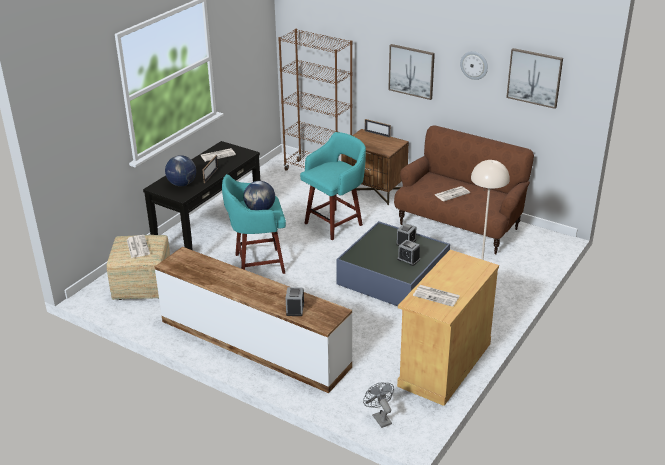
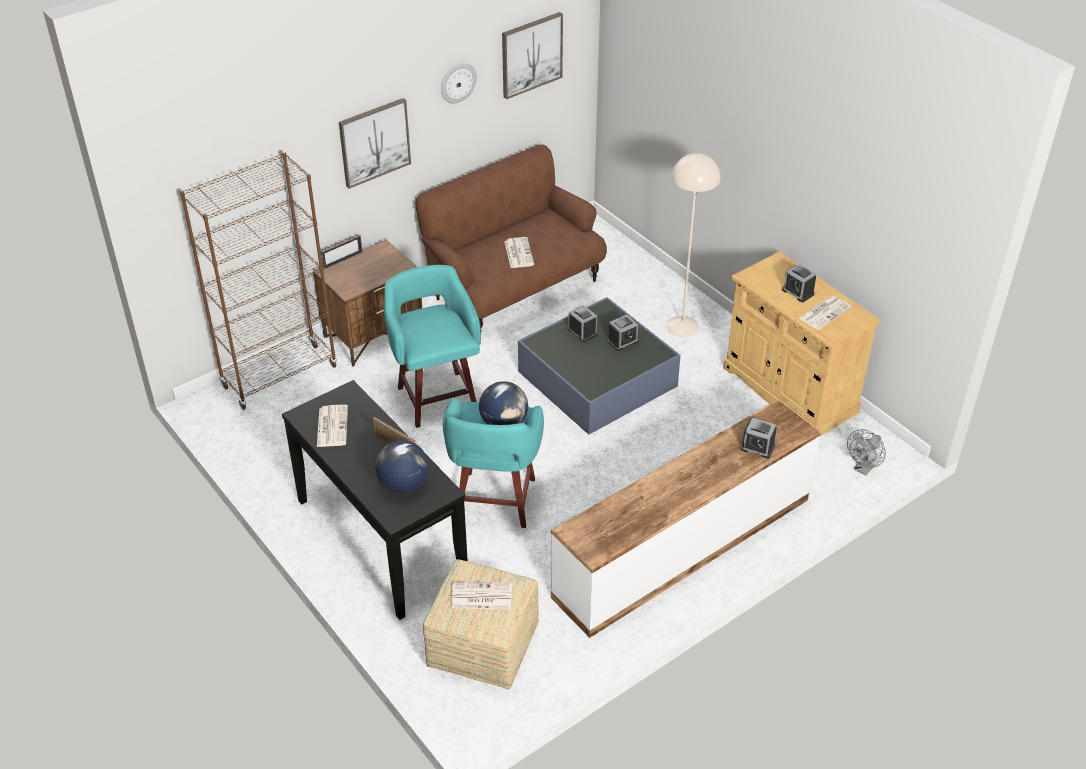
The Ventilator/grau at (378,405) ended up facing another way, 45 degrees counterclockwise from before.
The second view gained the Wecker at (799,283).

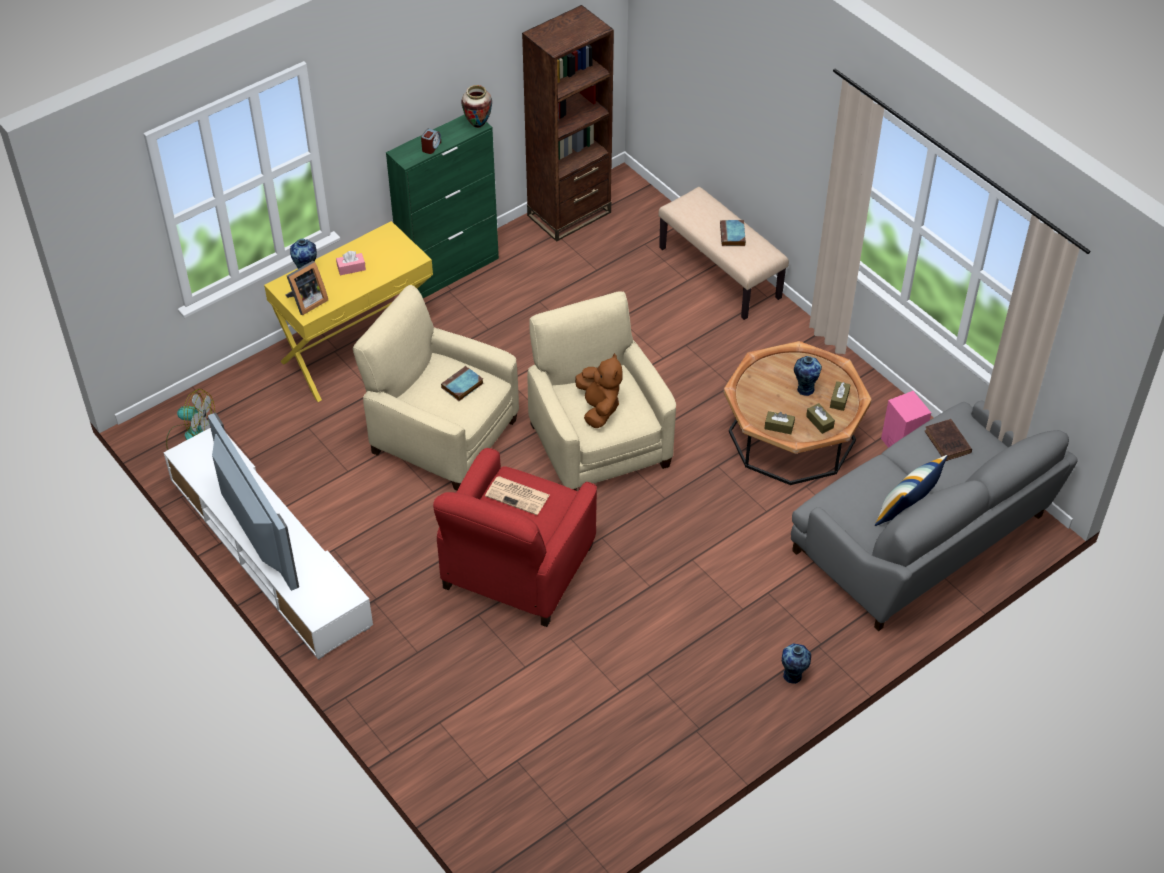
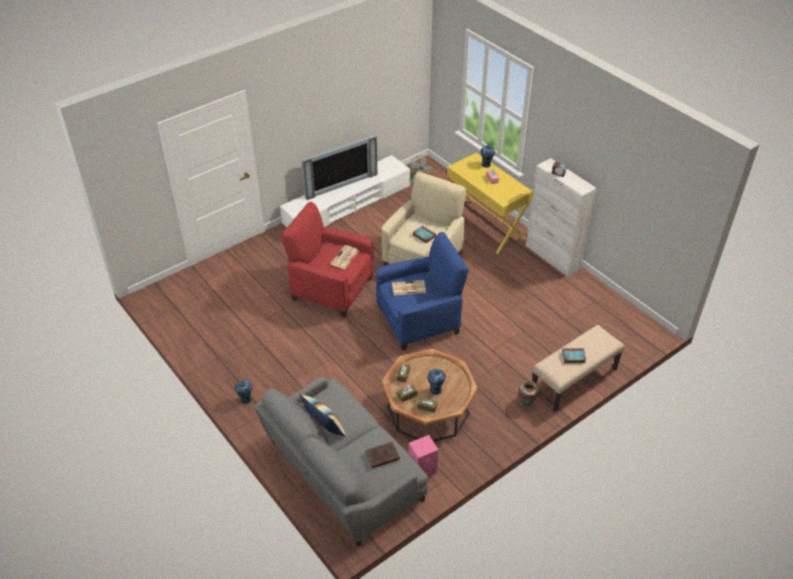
The second view lost the Bücherregal/braun at (568,123).
The Vase ended up elsewhere, having gone from (476,106) to (529,393).
What was the Schrank/grün at (442,206) turned into the Schrank/weiß at (561,217).
The second view lost the Bilderrahmen at (307,288).
What was the Sessel/beige at (601,391) turned into the Sessel/blau at (422,291).
Where the Plüschtier/braun stood at (599,390), the Zeitung came to stand at (409,287).

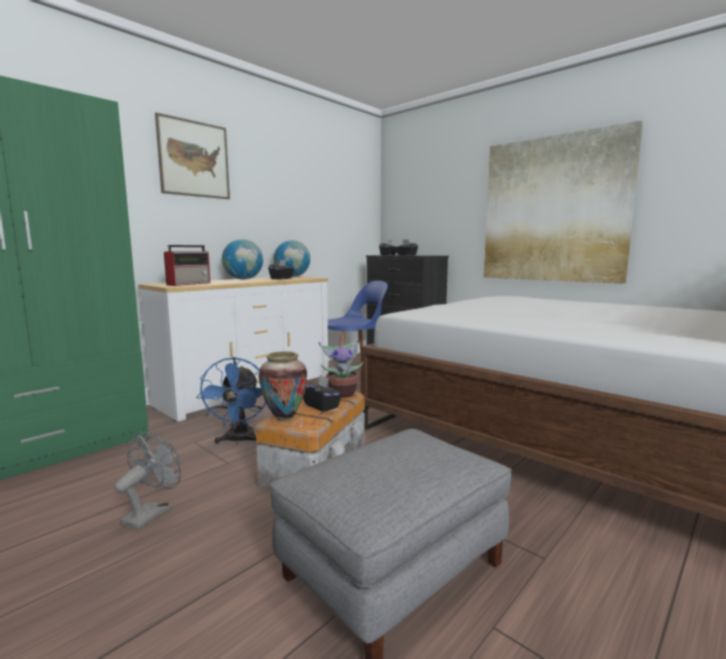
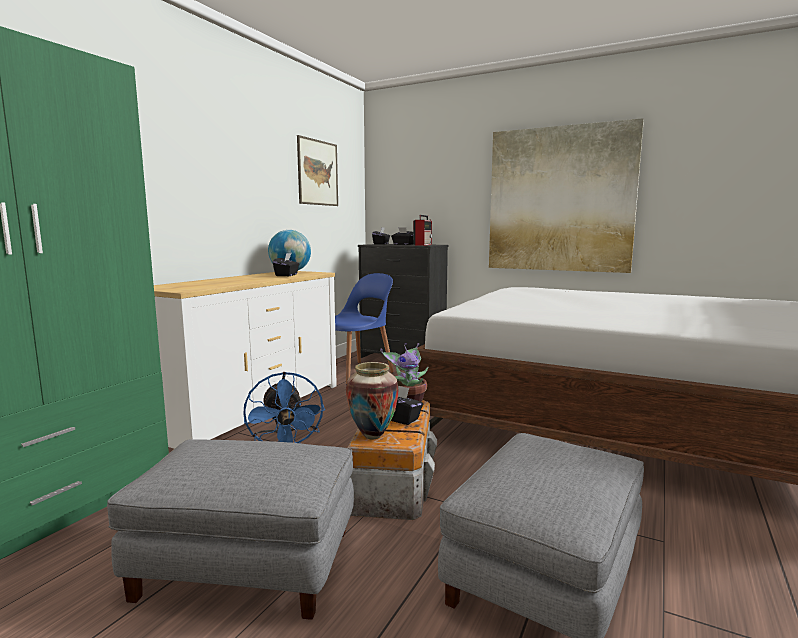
The Bild ended up elsewhere, having gone from (192,156) to (317,170).
The second view lost the Globus at (242,259).
The Radio ended up elsewhere, having gone from (187,265) to (422,230).
Where the Ventilator/grau stood at (147,481), the Polsterhocker/grau came to stand at (230,529).

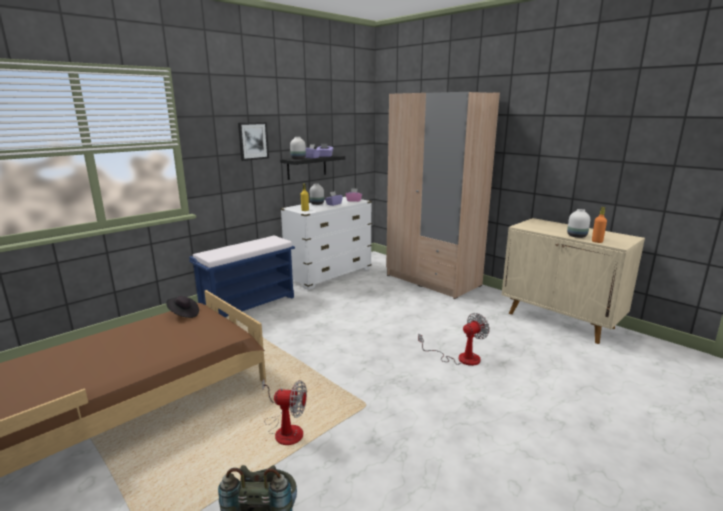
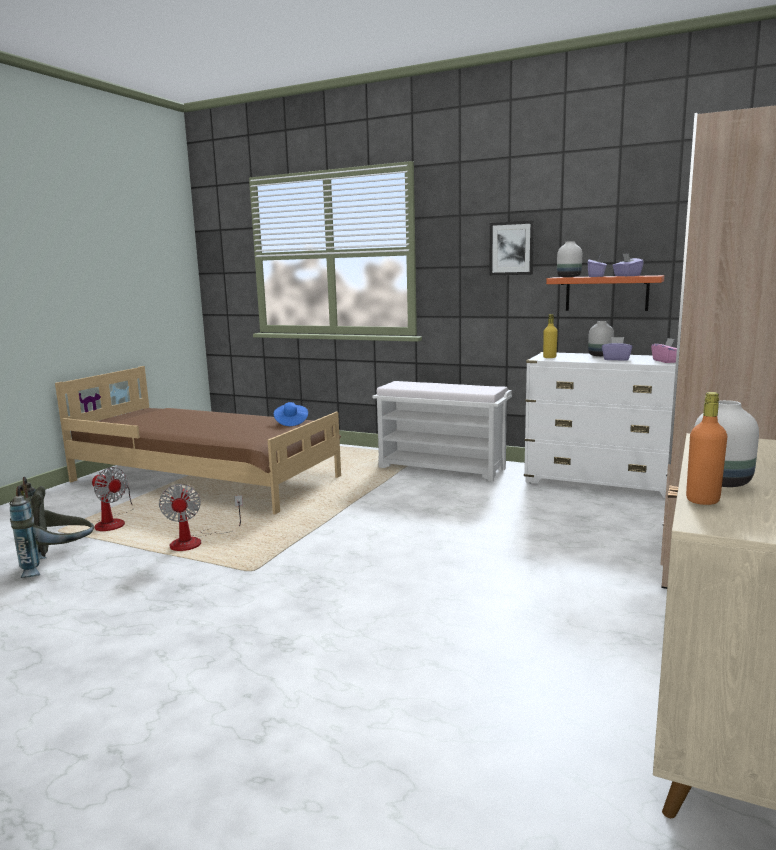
What was the Wandregal/schwarz at (312,167) turned into the Wandregal/orange at (605,293).
What was the Bank/blau at (242,276) turned into the Bank/weiß at (442,431).
What was the Hut/schwarz at (182,307) turned into the Hut/blau at (291,414).
The Ventilator ended up elsewhere, having gone from (454,339) to (112,499).

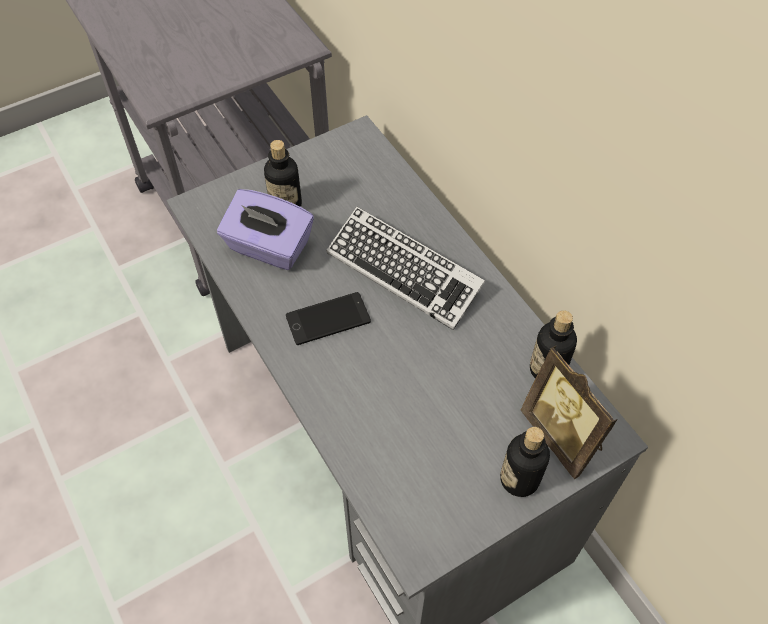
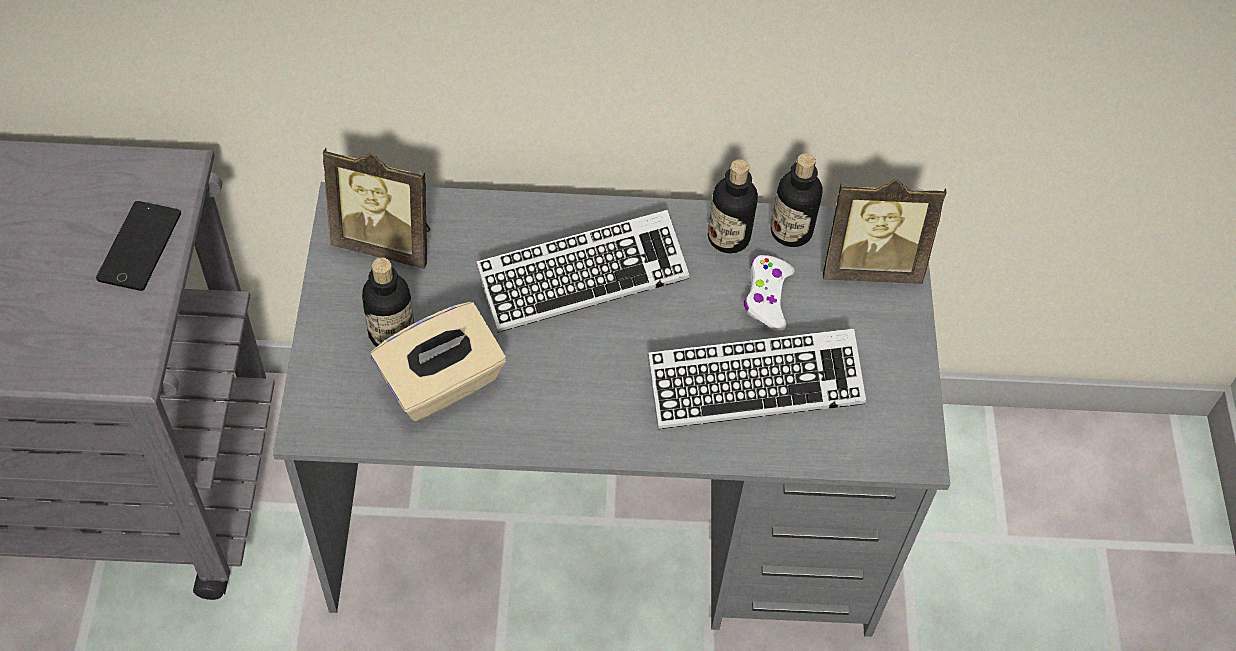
What was the Taschentuchbox/lila at (265,229) turned into the Taschentuchbox/beige at (438,362).
The Handy ended up elsewhere, having gone from (328,318) to (138,246).
The Flasche ended up elsewhere, having gone from (525,462) to (733,206).
The second view gained the Bilderrahmen at (376,208).
The second view gained the Gamepad/weiß at (769,293).
The second view gained the Tastatur at (756,379).

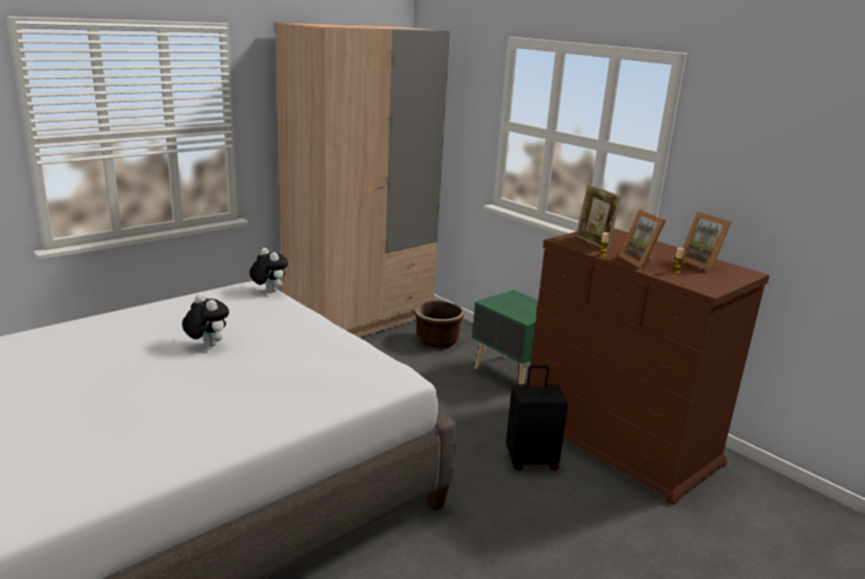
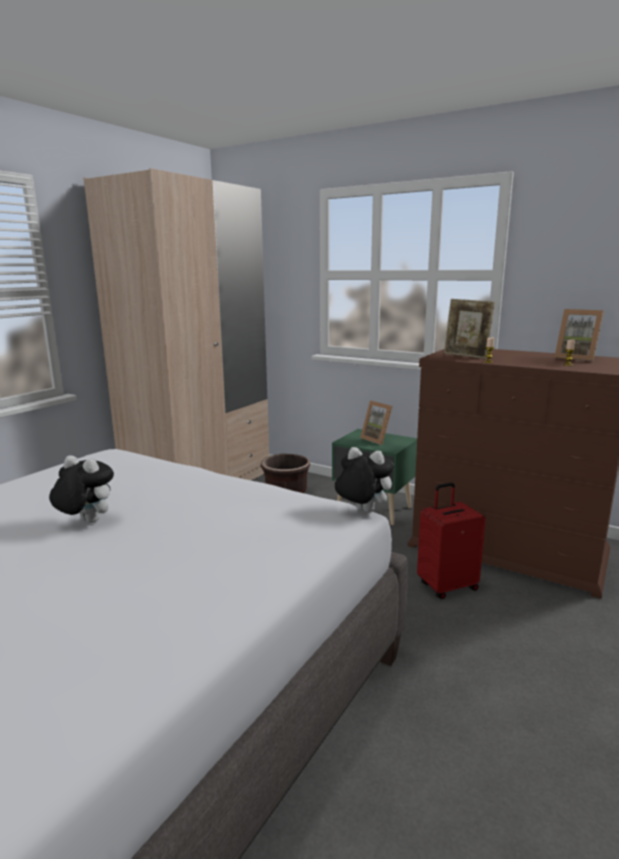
The Bilderrahmen ended up elsewhere, having gone from (642,239) to (376,422).
The Plüschtier ended up elsewhere, having gone from (269,270) to (364,479).
What was the Koffer/schwarz at (537,418) turned into the Koffer/rot at (451,540).

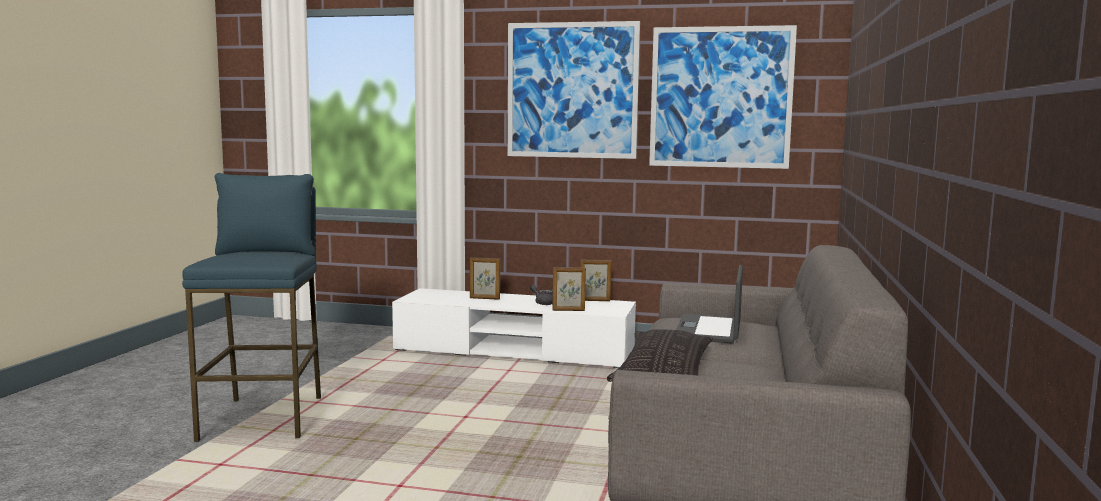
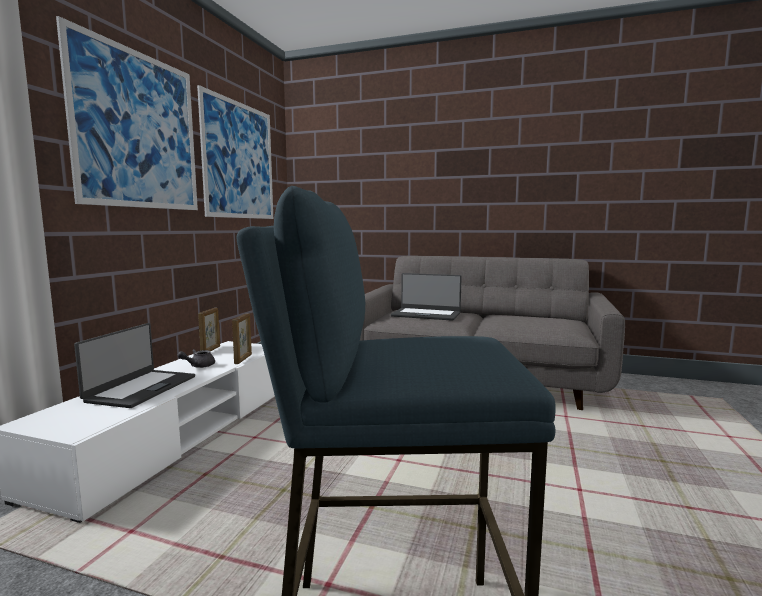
Where the Bilderrahmen stood at (485,278), the Laptop came to stand at (134,365).
The second view lost the Kissen at (660,355).

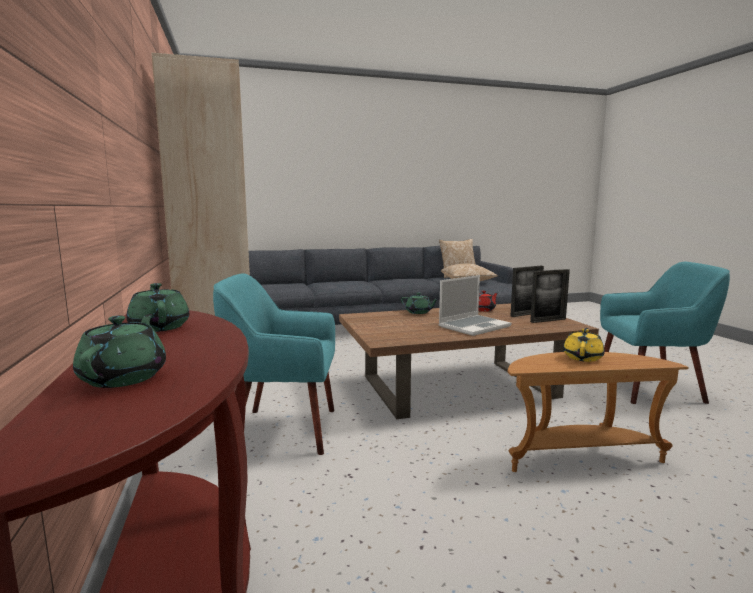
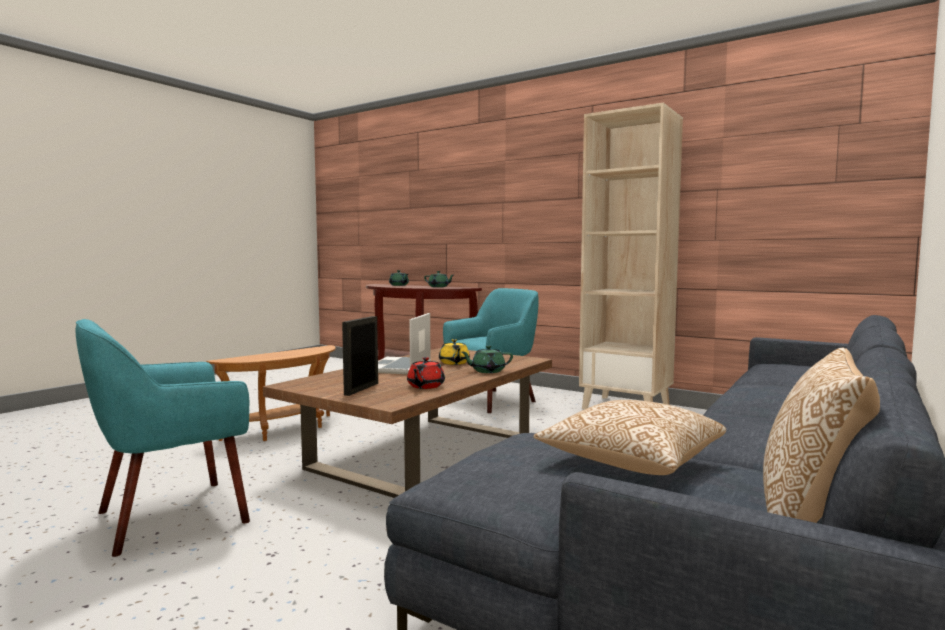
The second view lost the Bilderrahmen at (550,296).
The Teekanne/gelb ended up elsewhere, having gone from (584,345) to (454,352).

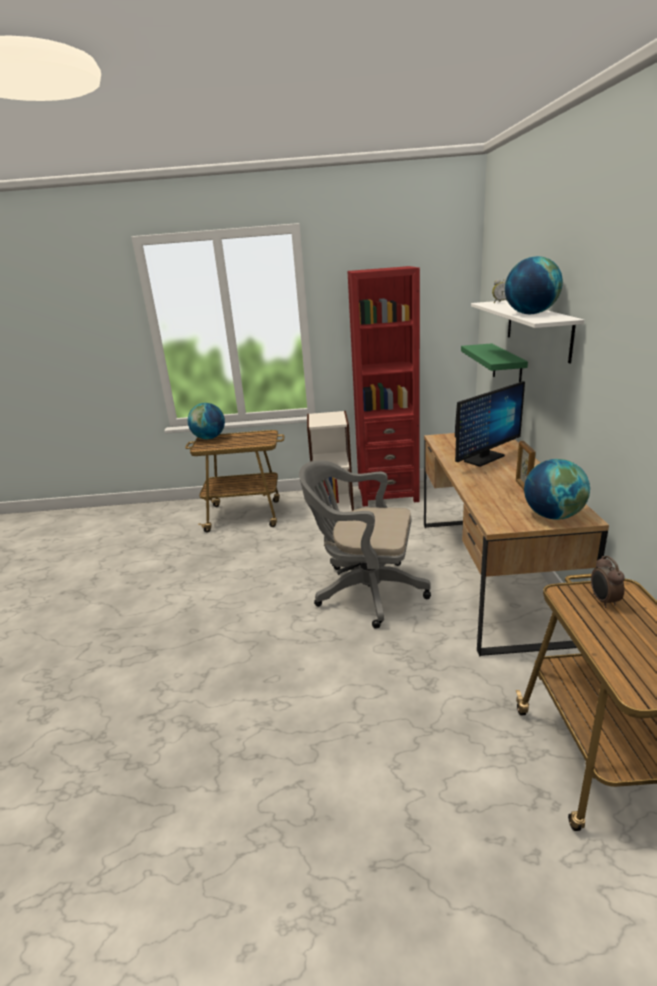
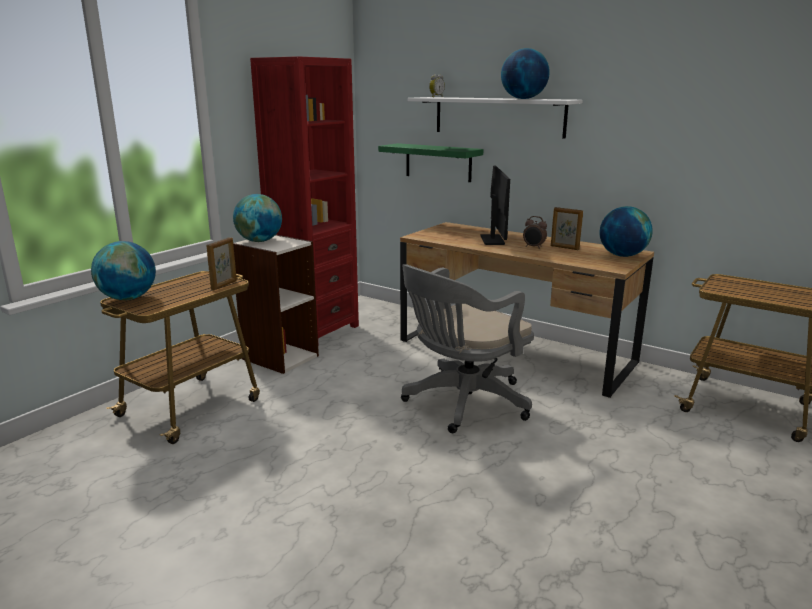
The Wecker ended up elsewhere, having gone from (608,582) to (535,232).
The second view gained the Globus at (257,218).
The second view gained the Bilderrahmen at (221,263).

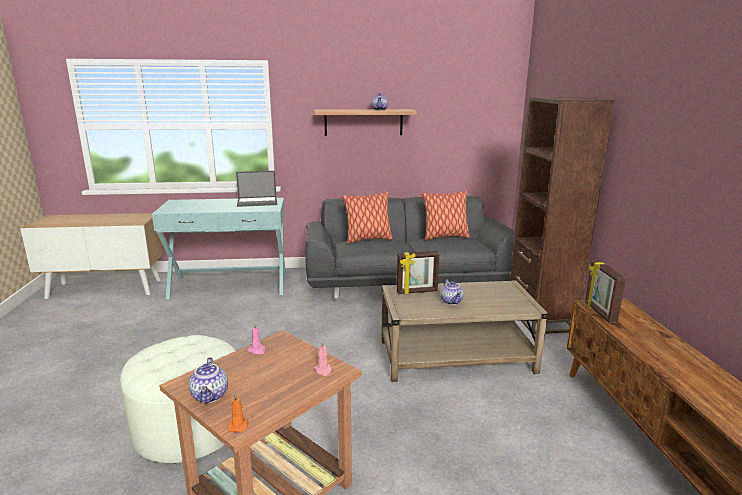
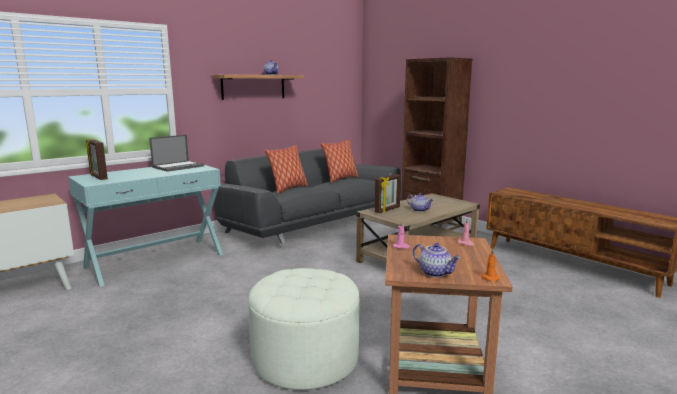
The Bilderrahmen ended up elsewhere, having gone from (605,291) to (96,159).

